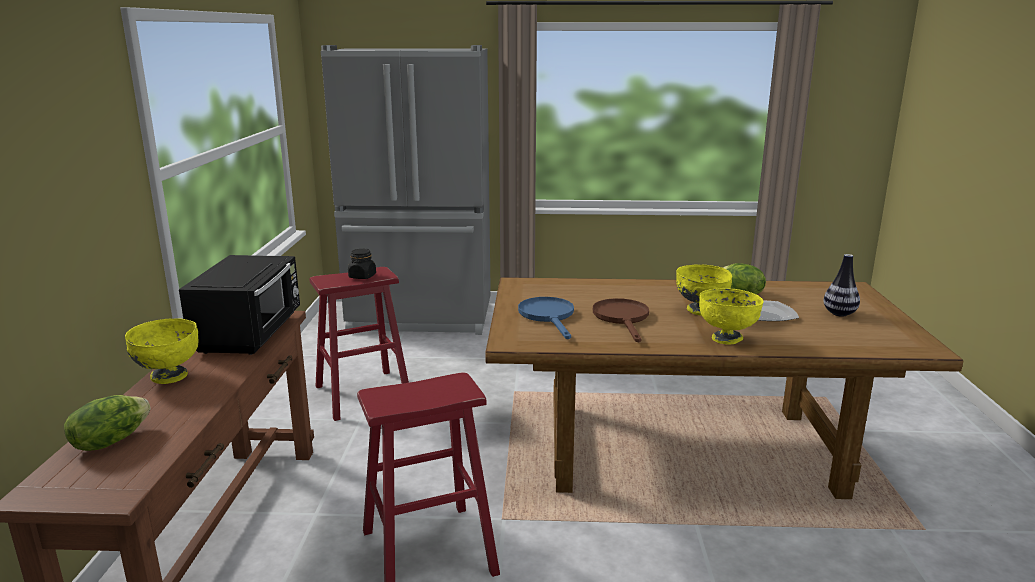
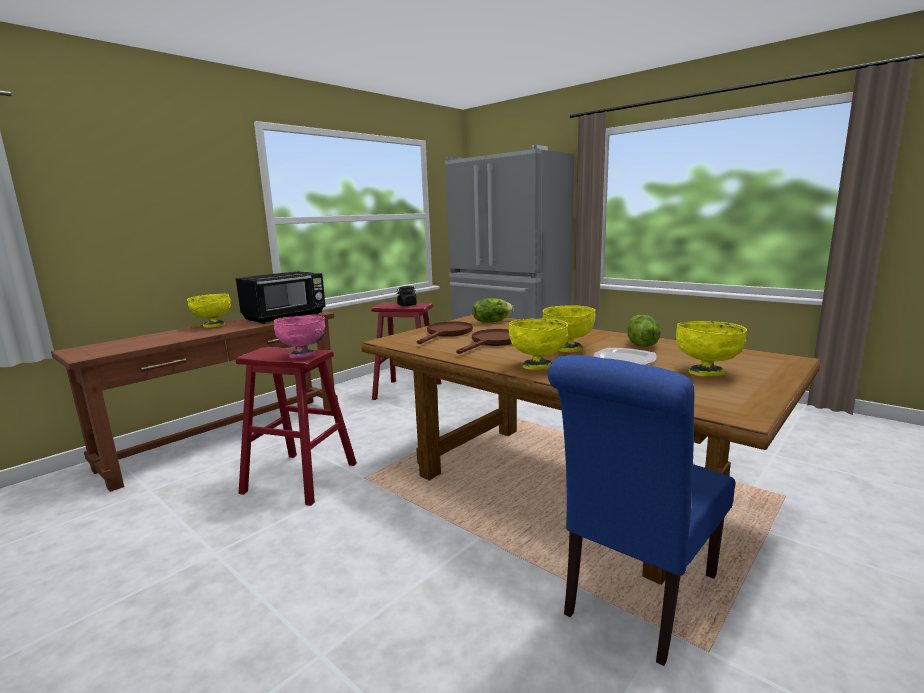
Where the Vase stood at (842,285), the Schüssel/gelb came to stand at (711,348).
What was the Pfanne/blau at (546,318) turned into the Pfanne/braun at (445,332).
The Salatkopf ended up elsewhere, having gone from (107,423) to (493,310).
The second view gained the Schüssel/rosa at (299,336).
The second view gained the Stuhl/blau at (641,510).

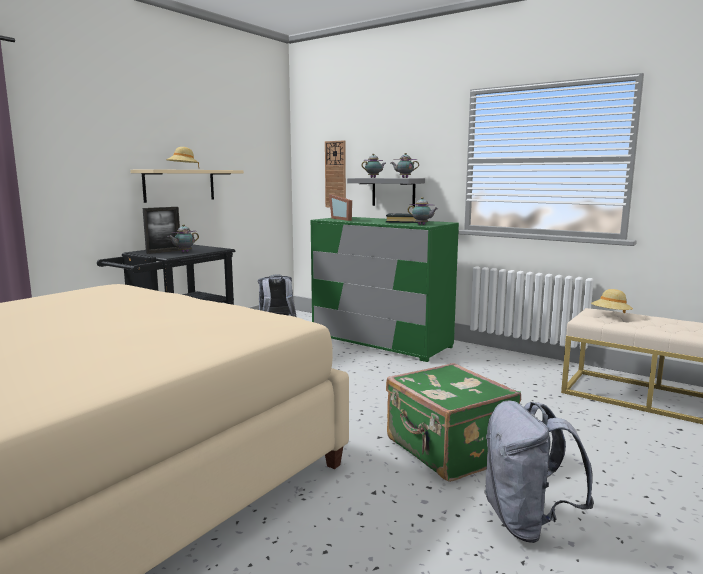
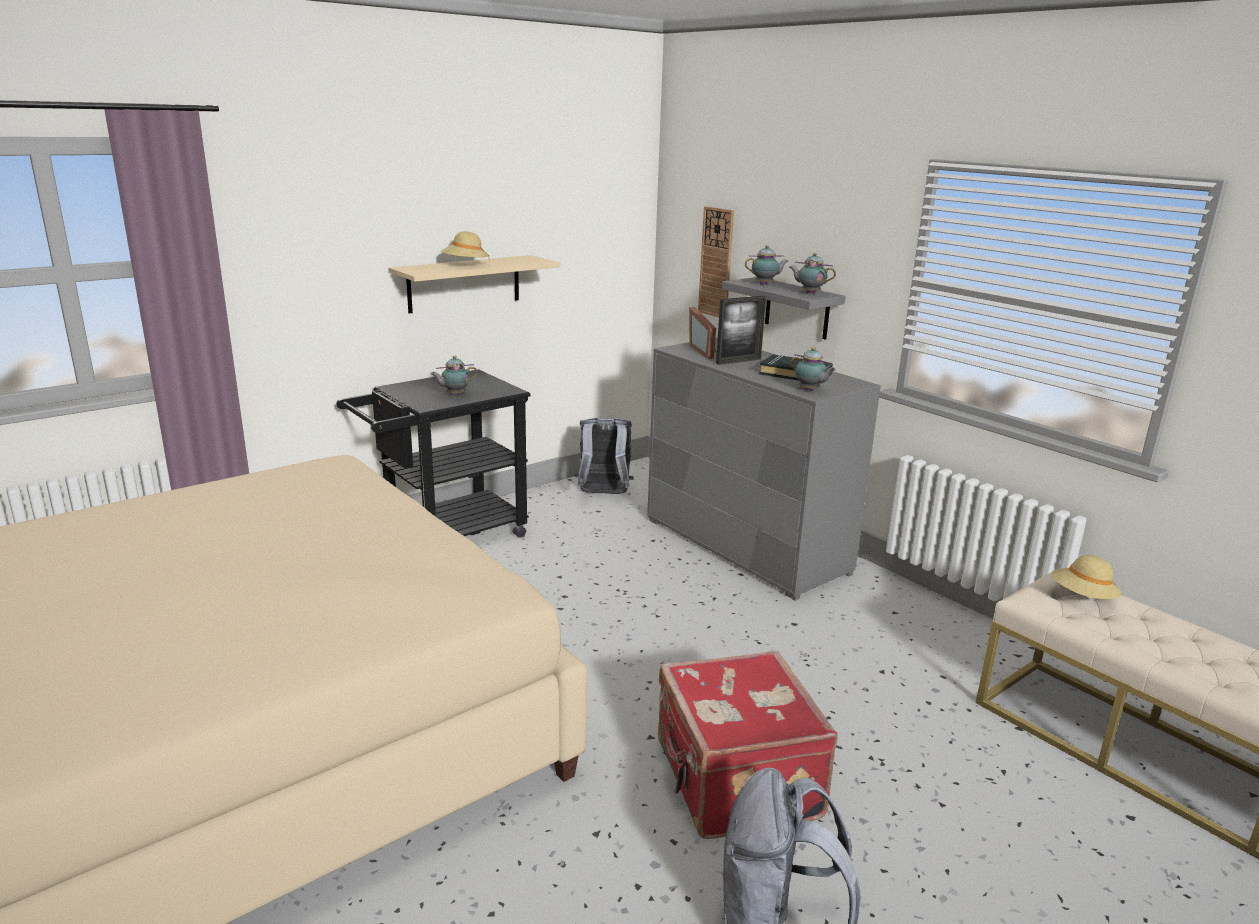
The Bilderrahmen ended up elsewhere, having gone from (162,230) to (741,330).
What was the Kommode/grün at (385,289) turned into the Kommode/grau at (764,469).
What was the Koffer/grün at (453,422) turned into the Koffer/rot at (748,745).

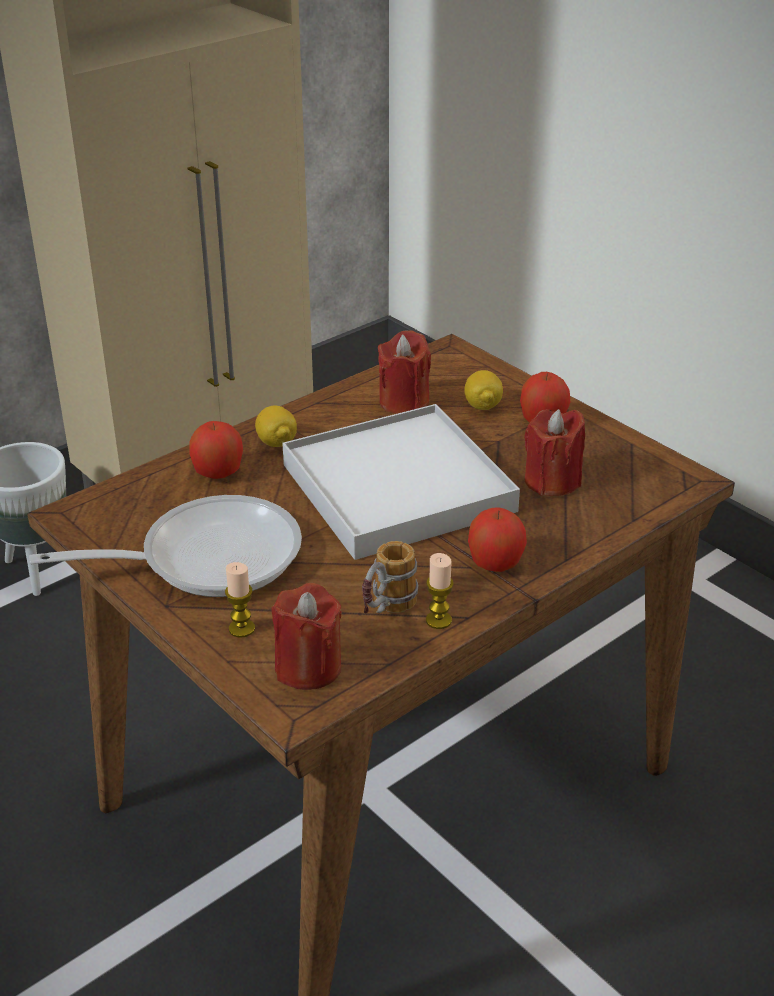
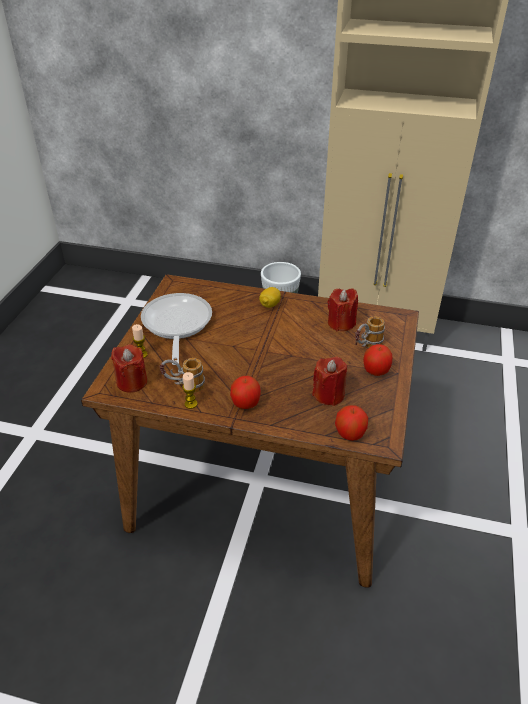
Where the Zitrone stood at (483,390), the Henkelbecher came to stand at (370,332).
The second view lost the Tablett/weiß at (401,482).
The Apfel ended up elsewhere, having gone from (216,450) to (351,423).
The Pfanne at (165,546) ended up facing another way, 135 degrees counterclockwise from before.

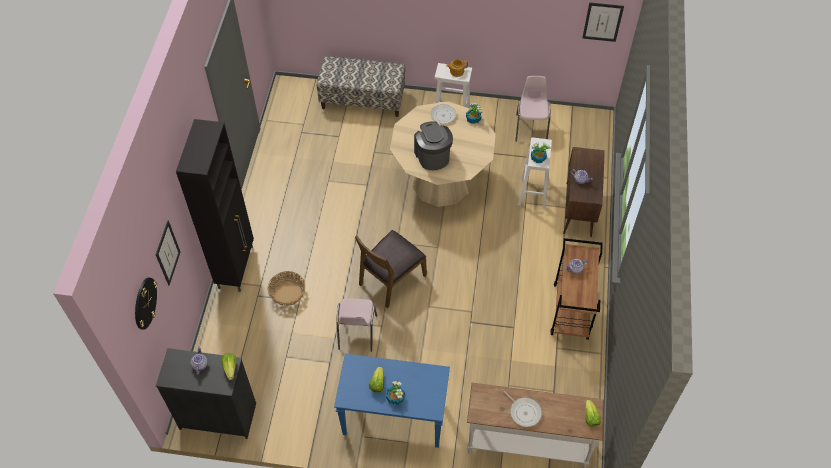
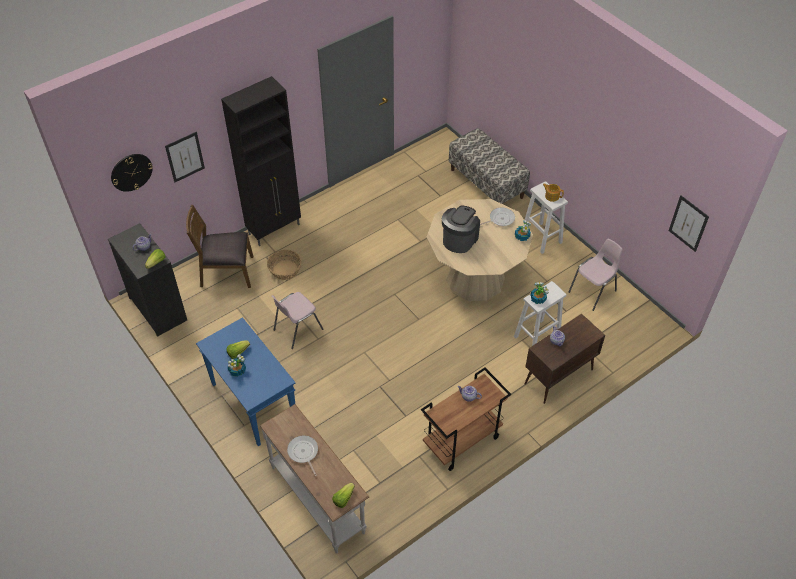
The Stuhl/braun ended up elsewhere, having gone from (391,269) to (219,246).
The Pfanne at (522,408) ended up facing another way, 150 degrees clockwise from before.

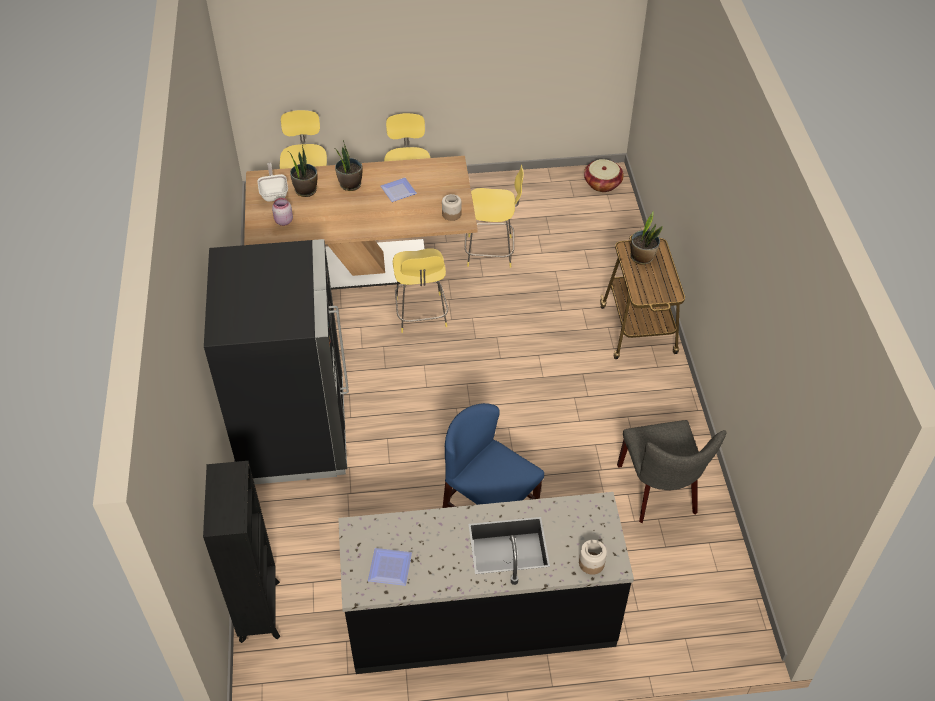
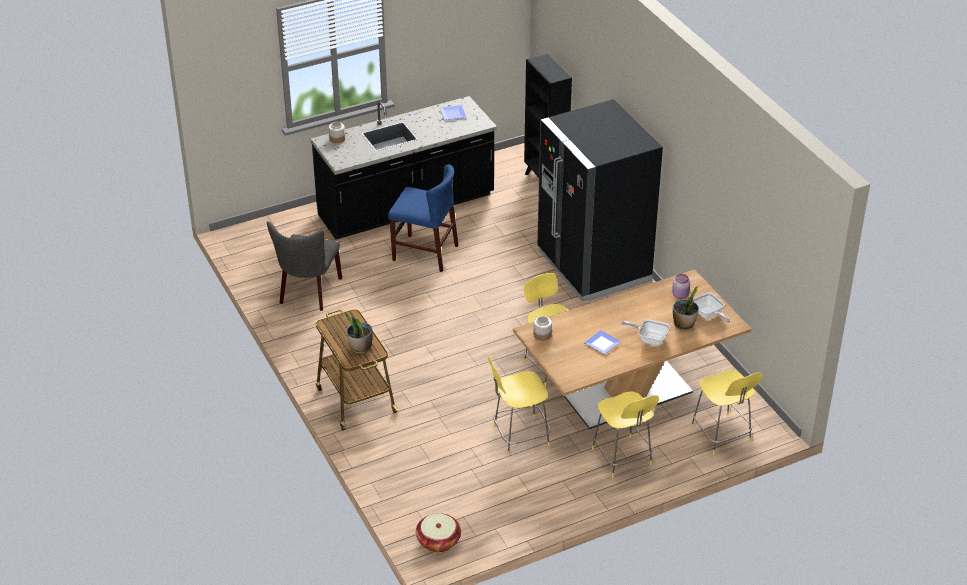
Where the Topfpflanze stood at (348,165), the Pfanne came to stand at (645,332).
The Stuhl/grau at (672,471) ended up facing another way, 135 degrees counterclockwise from before.

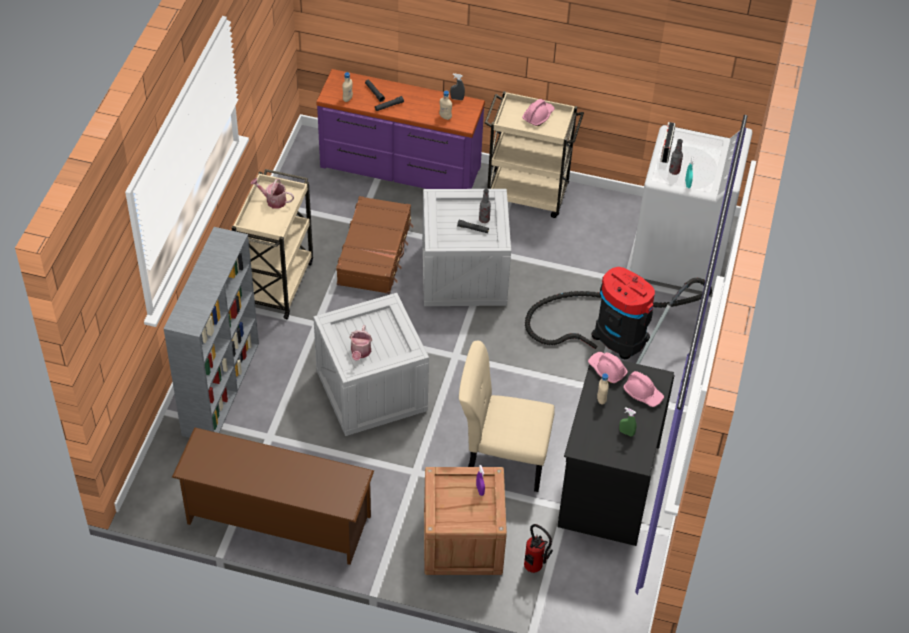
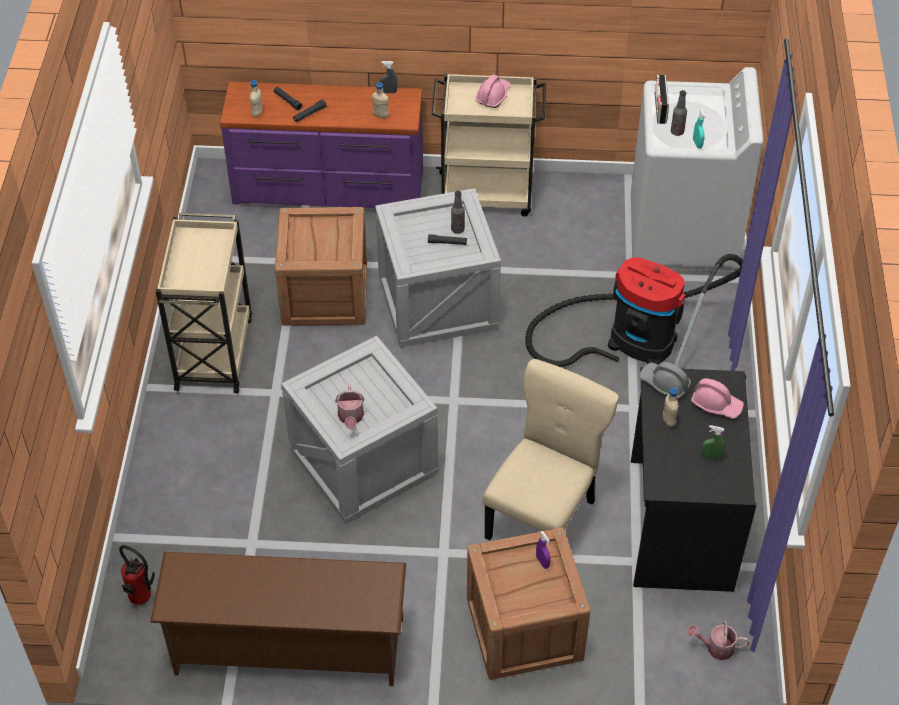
The Gießkanne ended up elsewhere, having gone from (272,193) to (718,640).
Where the Koffer/braun stood at (374,245), the Kiste came to stand at (321,266).
The second view lost the Bücherregal/grau at (211,332).
The Stuhl/beige at (507,416) ended up facing another way, 120 degrees clockwise from before.
What was the Schutzhelm/rosa at (608,367) turned into the Schutzhelm/grau at (665,380).
The Feuerlöscher ended up elsewhere, having gone from (538,548) to (137,575).

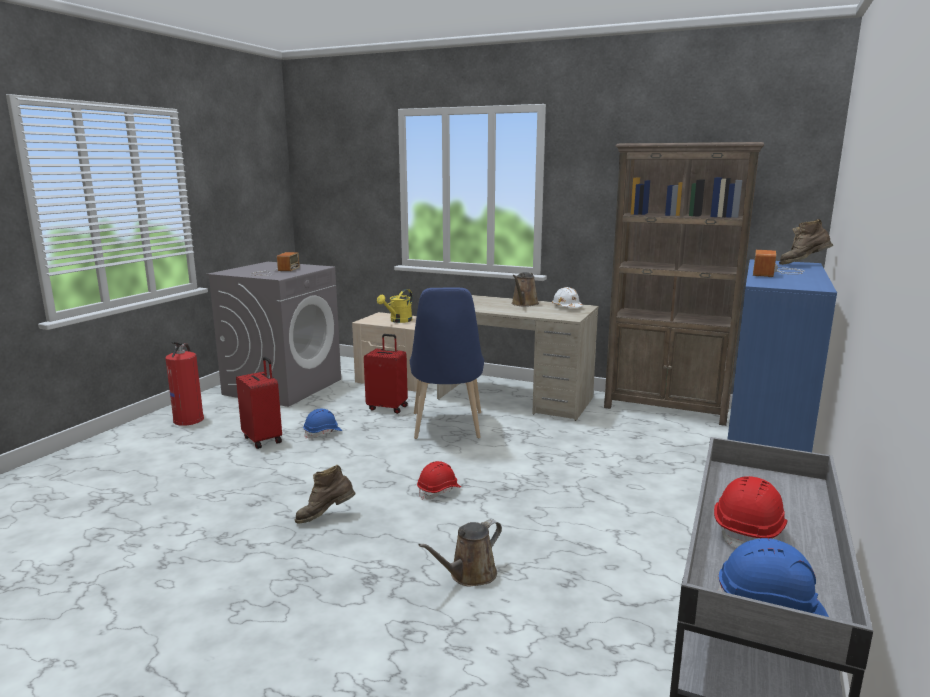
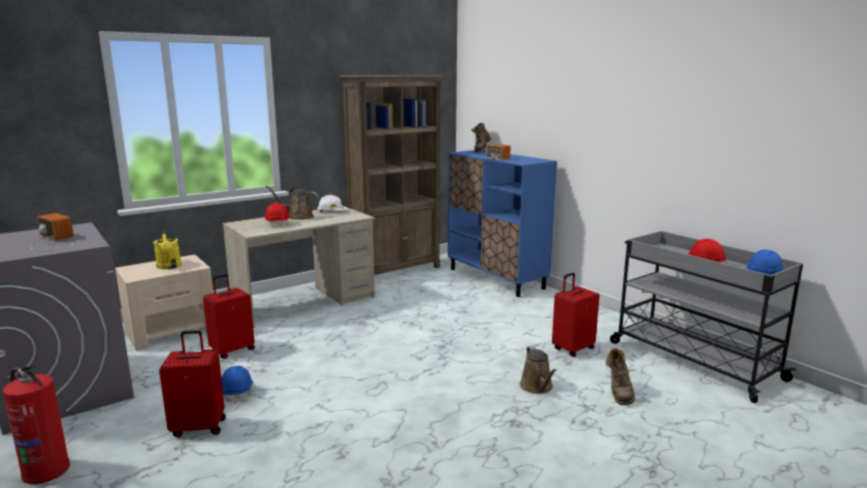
The Gießkanne/braun at (525,289) ended up facing another way, 135 degrees clockwise from before.
The second view lost the Stuhl/blau at (447,363).
The Schutzhelm/rot ended up elsewhere, having gone from (439,480) to (277,215).
The Stiefel/braun ended up elsewhere, having gone from (325,494) to (620,376).
The second view gained the Koffer/rot at (576,315).

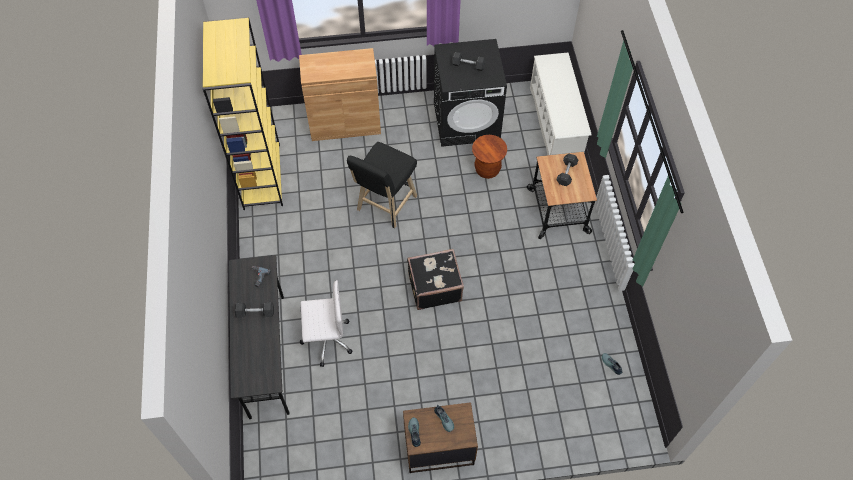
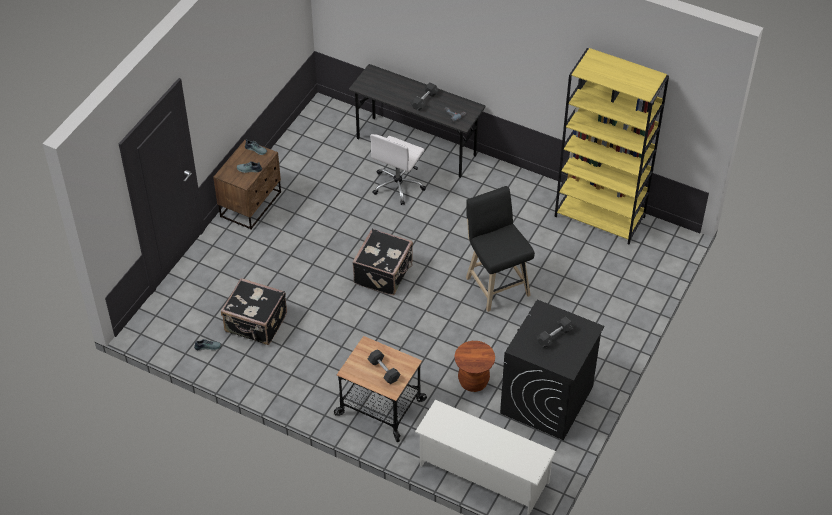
The second view lost the Schrank/braun at (340,94).
The second view gained the Koffer/schwarz at (254,311).

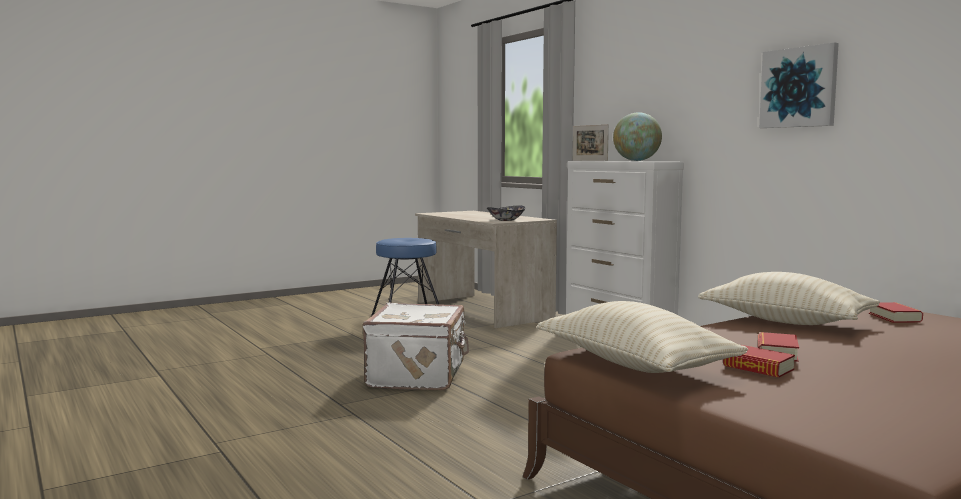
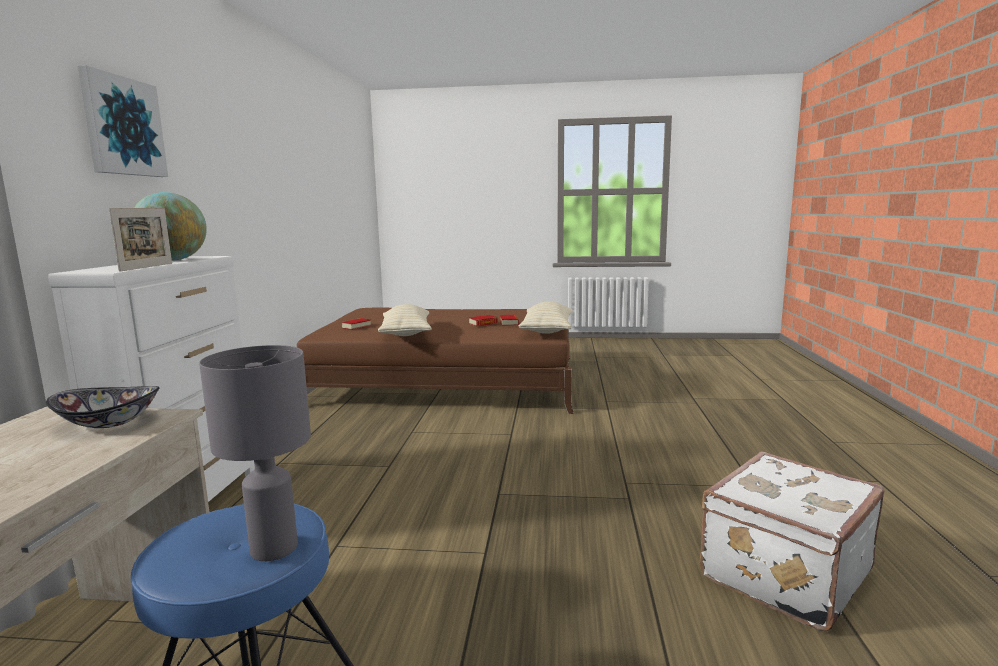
The Bild ended up elsewhere, having gone from (799,85) to (123,121).
The Koffer/weiß ended up elsewhere, having gone from (416,346) to (792,542).
The second view gained the Tischlampe/grau at (255,453).

